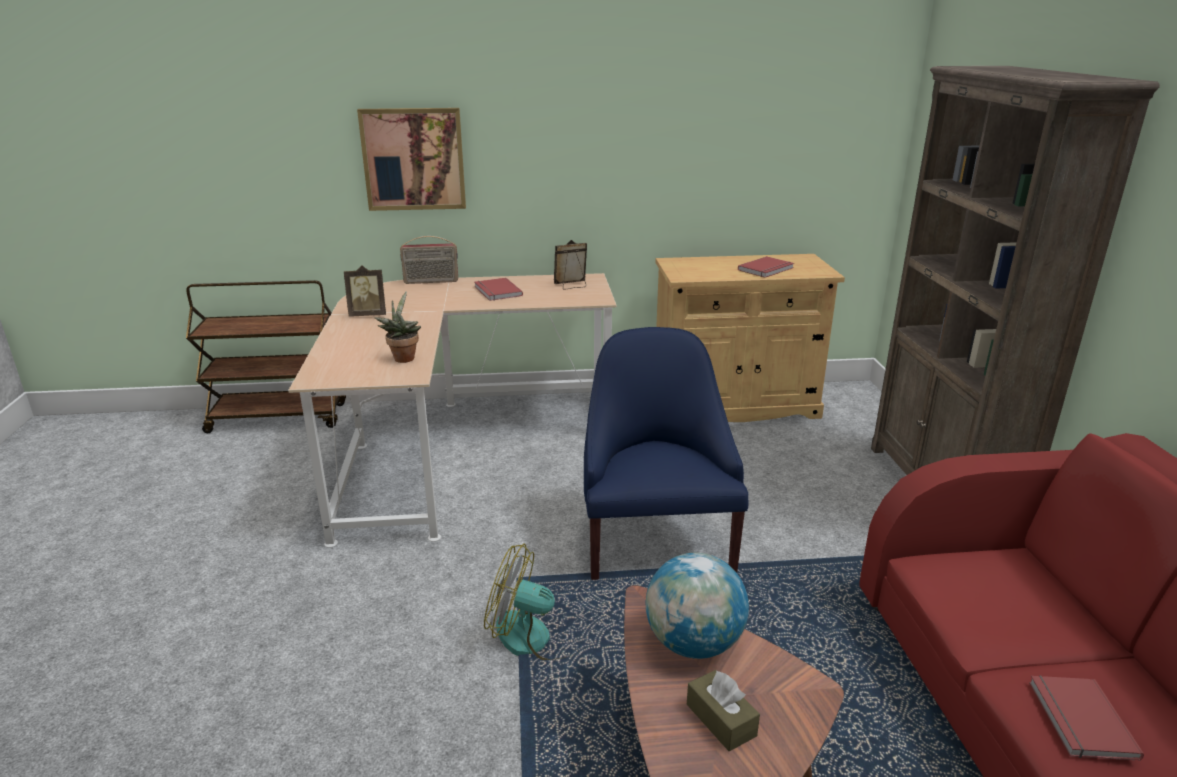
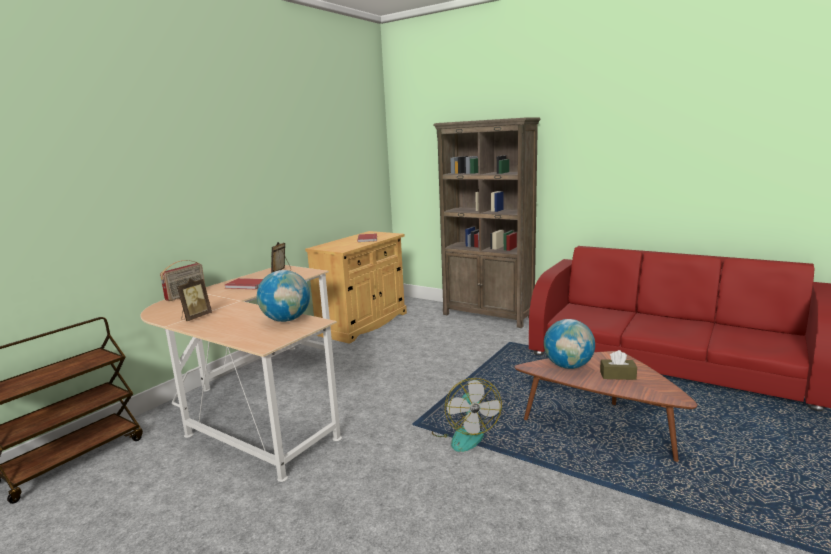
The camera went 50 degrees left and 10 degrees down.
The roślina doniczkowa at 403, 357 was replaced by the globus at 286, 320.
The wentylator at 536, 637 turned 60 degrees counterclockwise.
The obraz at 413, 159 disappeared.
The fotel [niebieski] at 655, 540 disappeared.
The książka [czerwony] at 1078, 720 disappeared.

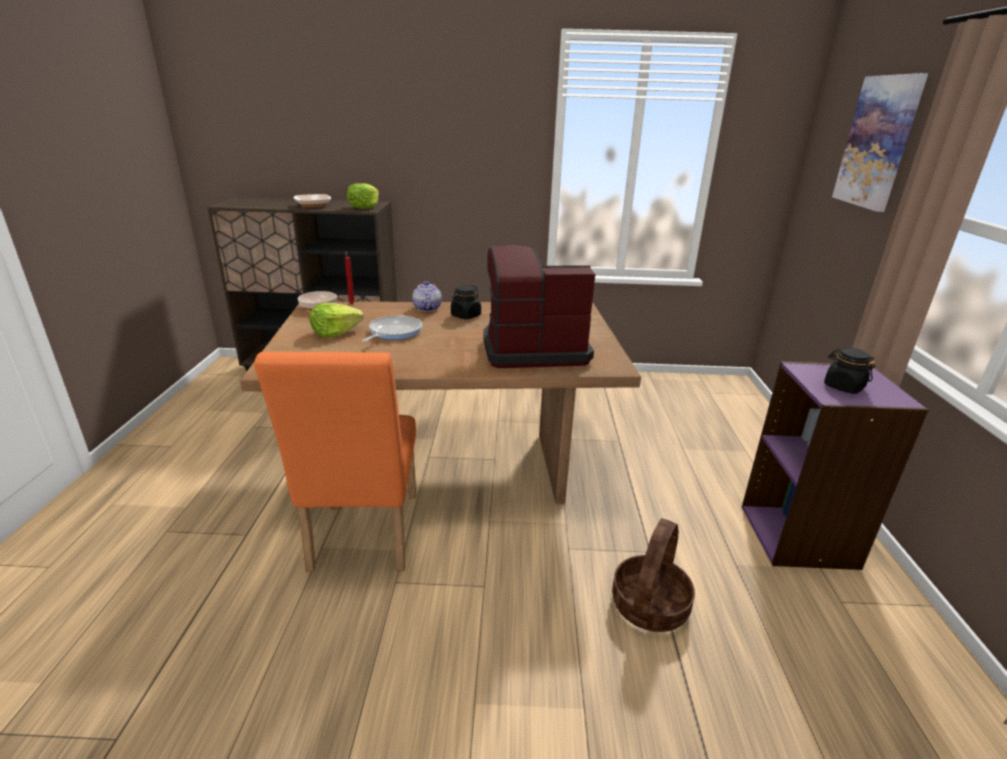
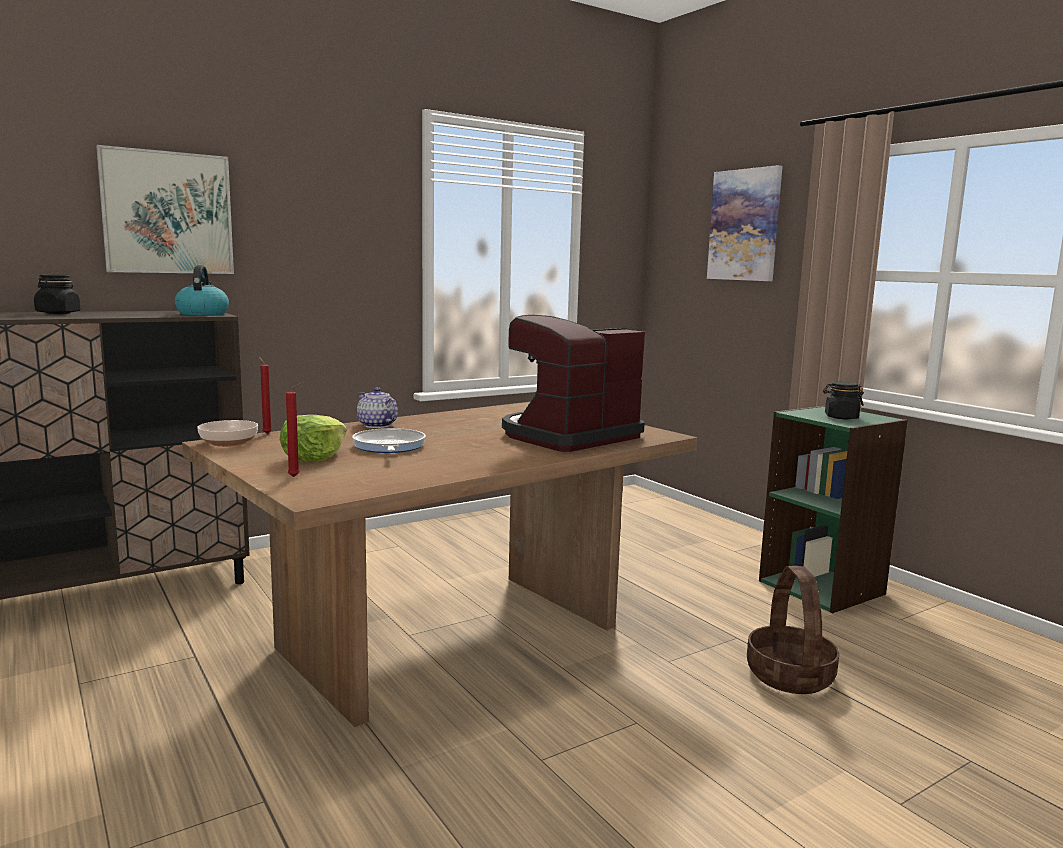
The camera went 35 degrees left and 15 degrees down.
The słoik [czarny] moved from 465, 316 to 58, 313.
The obraz at 168, 213 appeared.
The sałata at 364, 207 was replaced by the czajnik at 202, 314.
The świeca [czerwony] at 296, 477 appeared.
The regał [fioletowy] at 799, 536 became the regał [zielony] at 822, 587.
The krzesło [pomarańczowy] at 362, 538 disappeared.
The miska at 313, 206 disappeared.

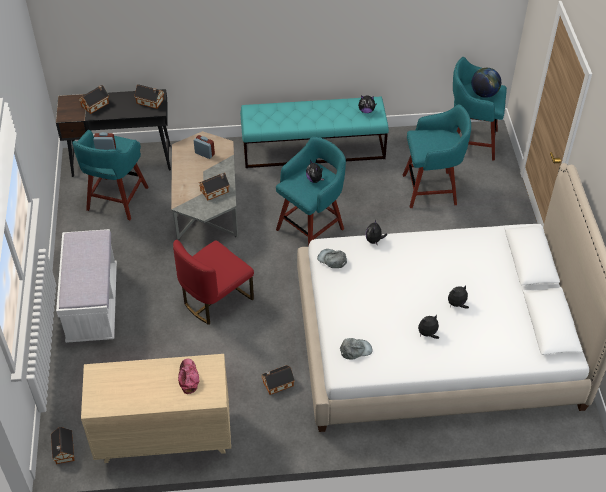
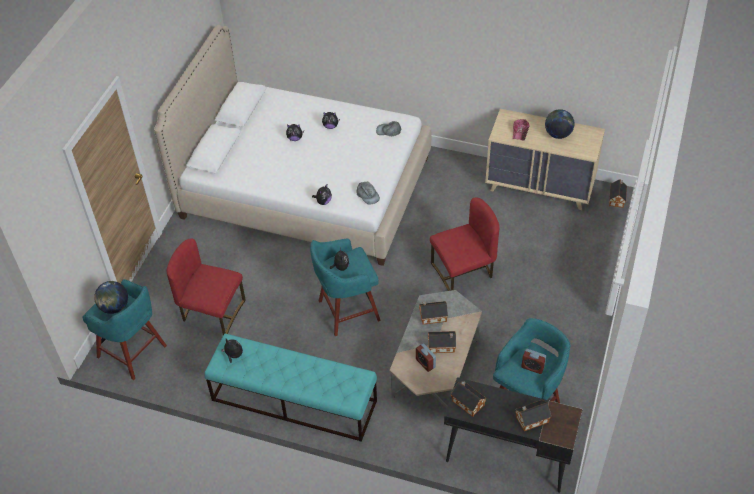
The camera went 155 degrees left and 0 degrees up.
The stołek [turkusowy] at 431, 189 was replaced by the krzesło [czerwony] at 212, 313.
The domek moved from 277, 384 to 442, 346.
The globus at 558, 134 appeared.
The ławka [biały] at 92, 305 disappeared.

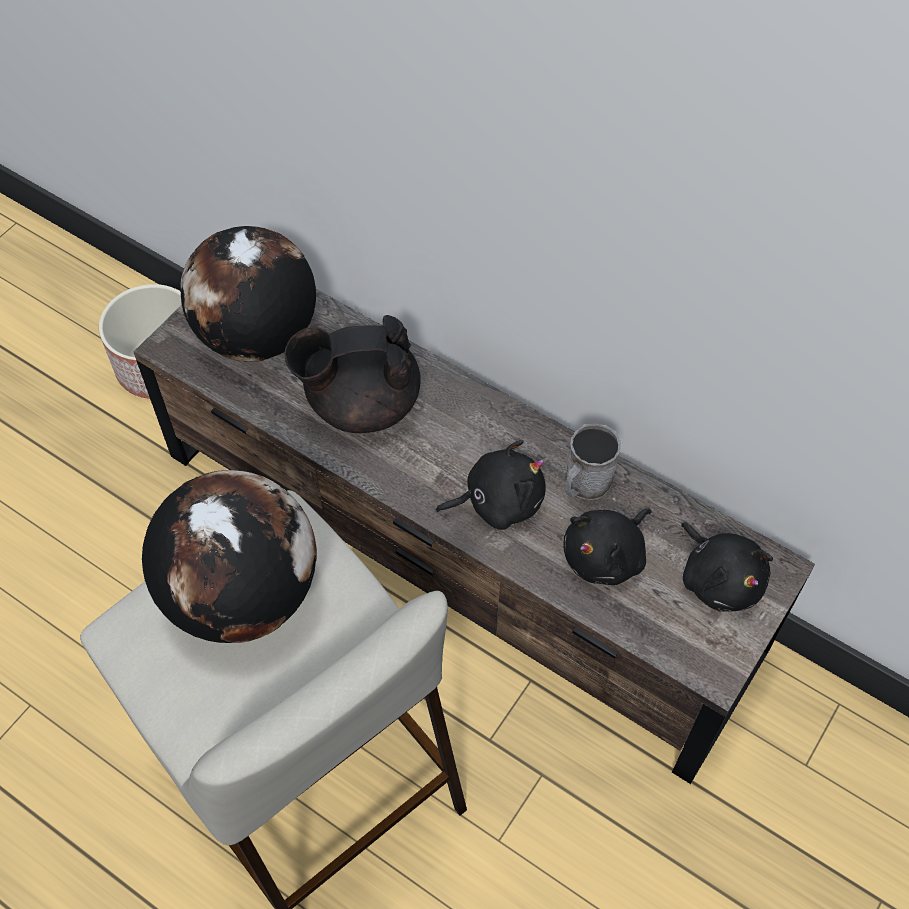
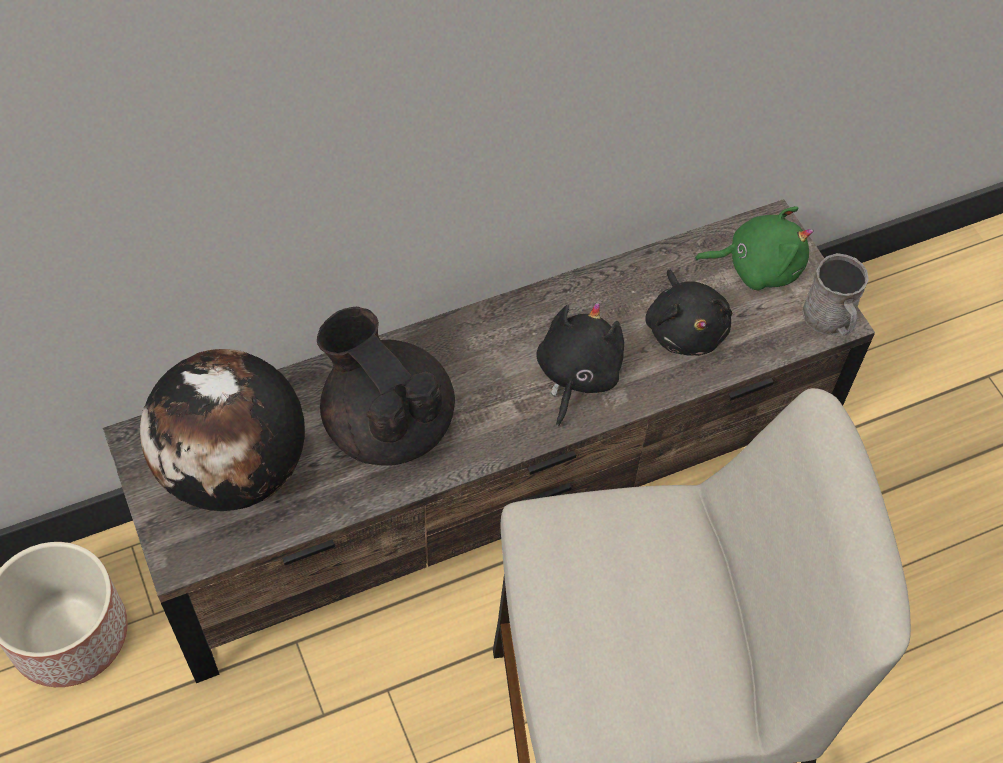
The camera went 60 degrees left and 0 degrees up.
The imbryk [czarny] at 361, 402 turned 120 degrees clockwise.
The pluszak [czarny] at 719, 579 became the pluszak [zielony] at 757, 266.
The kubek [szary] moved from 584, 484 to 830, 320.
The globus at 242, 593 disappeared.

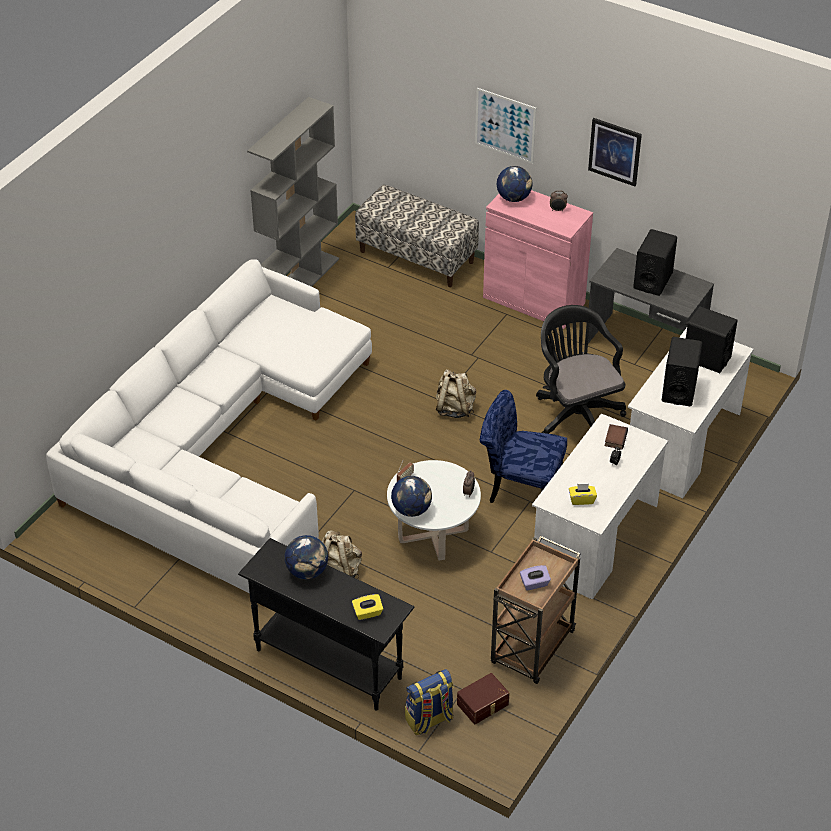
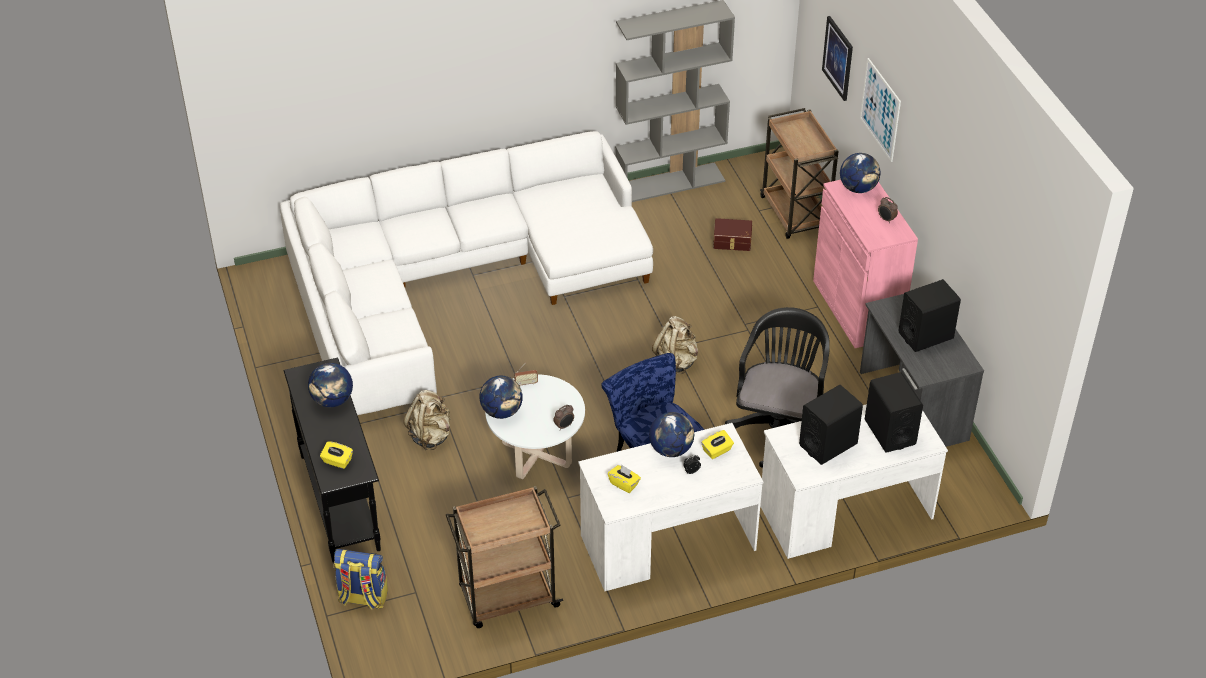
The camera went 40 degrees right and 0 degrees up.
The globus at 671, 449 appeared.
The książka at 615, 438 was replaced by the pudełko chusteczek [żółty] at 717, 451.
The pojemnik do przechowywania [brązowy] moved from 483, 705 to 732, 241.
The ławka at 417, 256 was replaced by the wózek [brązowy] at 795, 214.
The obraz moved from 615, 151 to 838, 58.
The pudełko chusteczek [fioletowy] at 534, 584 disappeared.

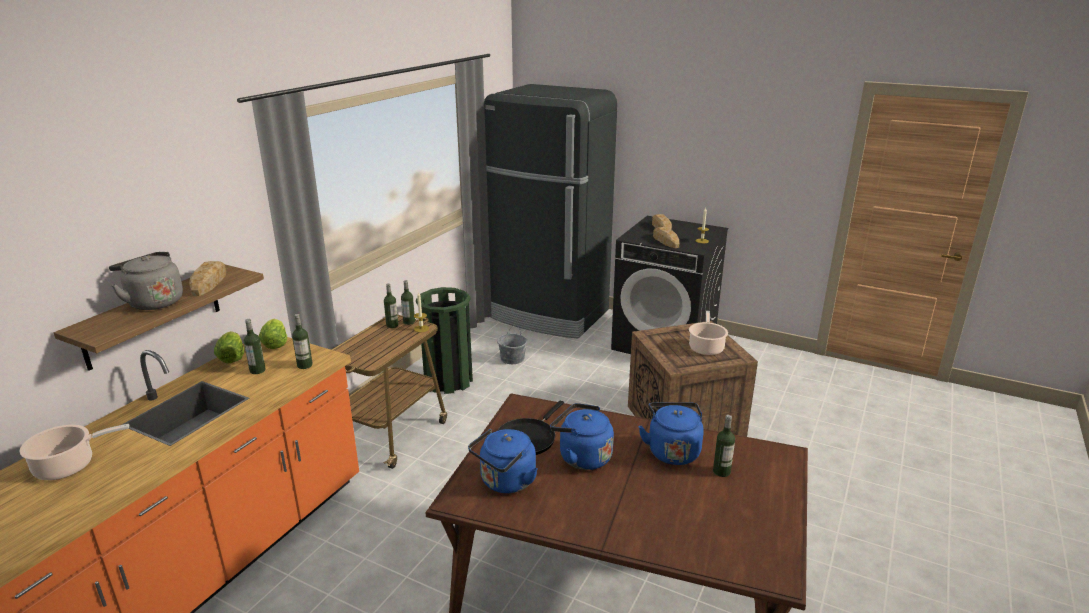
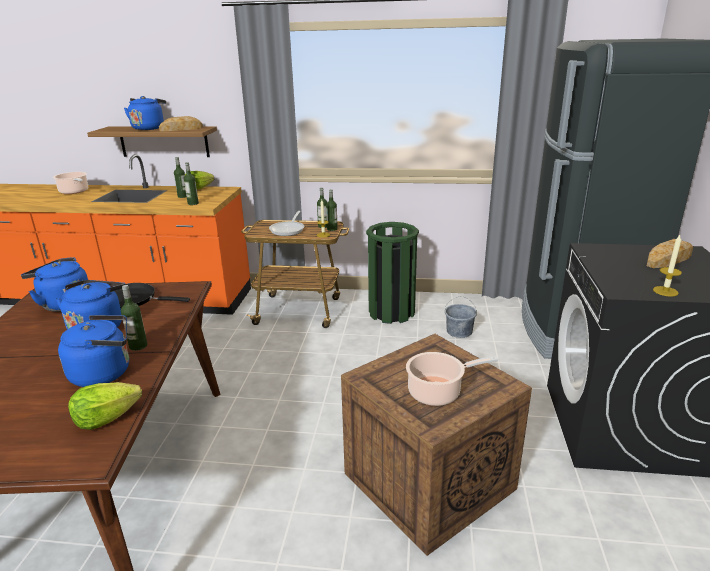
The camera went 70 degrees right and 0 degrees up.
The sałata moved from 275, 344 to 106, 419.
The butelka moved from 721, 471 to 138, 346.
The czajnik [szary] at 154, 302 became the czajnik [niebieski] at 149, 128.
The patelnia at 288, 230 appeared.
The chleb at 665, 241 disappeared.

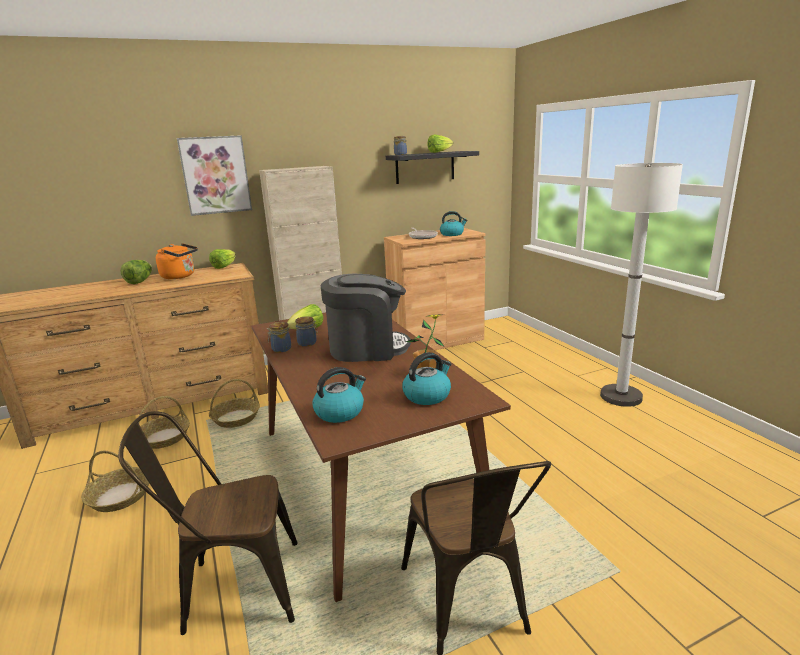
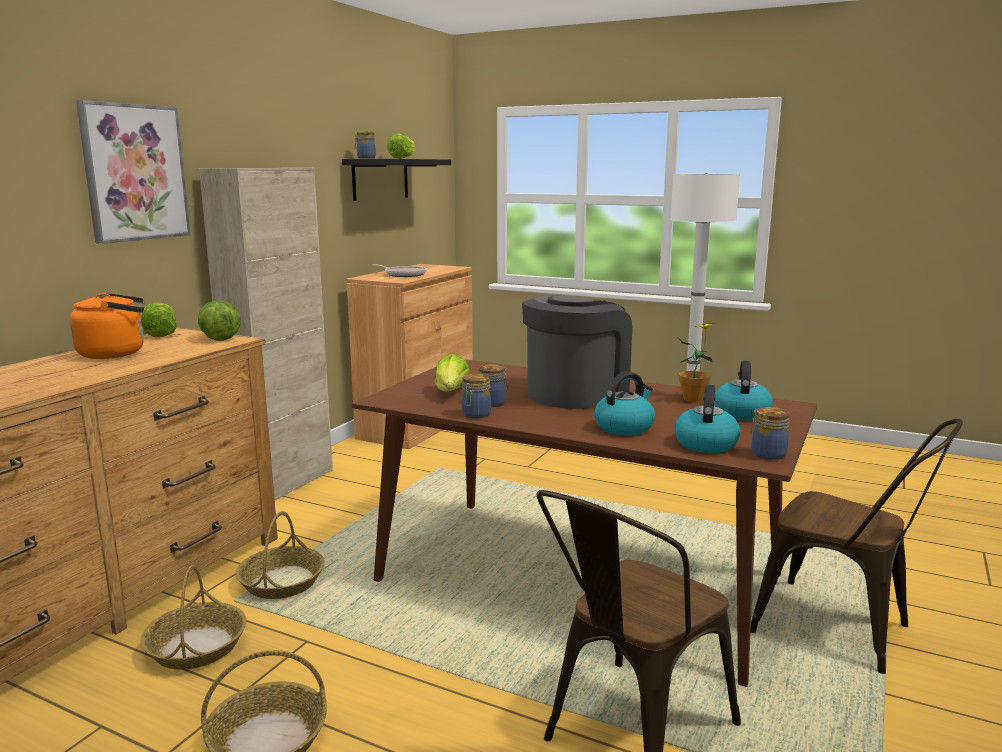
The camera went 40 degrees left and 5 degrees down.
The sałata moved from 140, 281 to 218, 337.
The czajnik moved from 452, 234 to 624, 427.
The słoik at 767, 454 appeared.

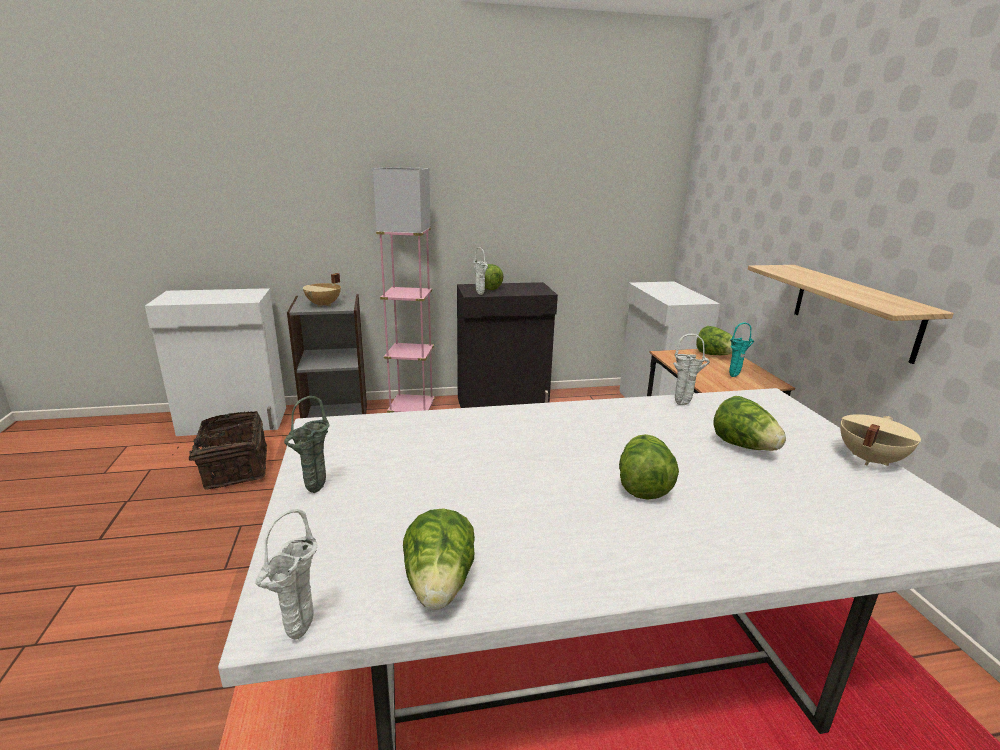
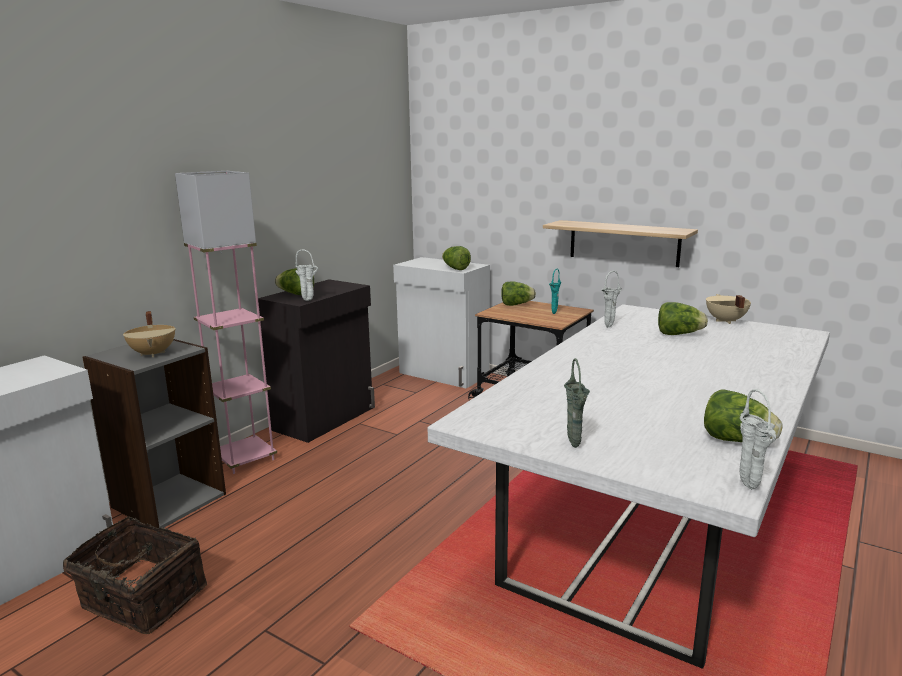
The camera went 45 degrees left and 5 degrees down.
The sałata moved from 642, 485 to 455, 268.

